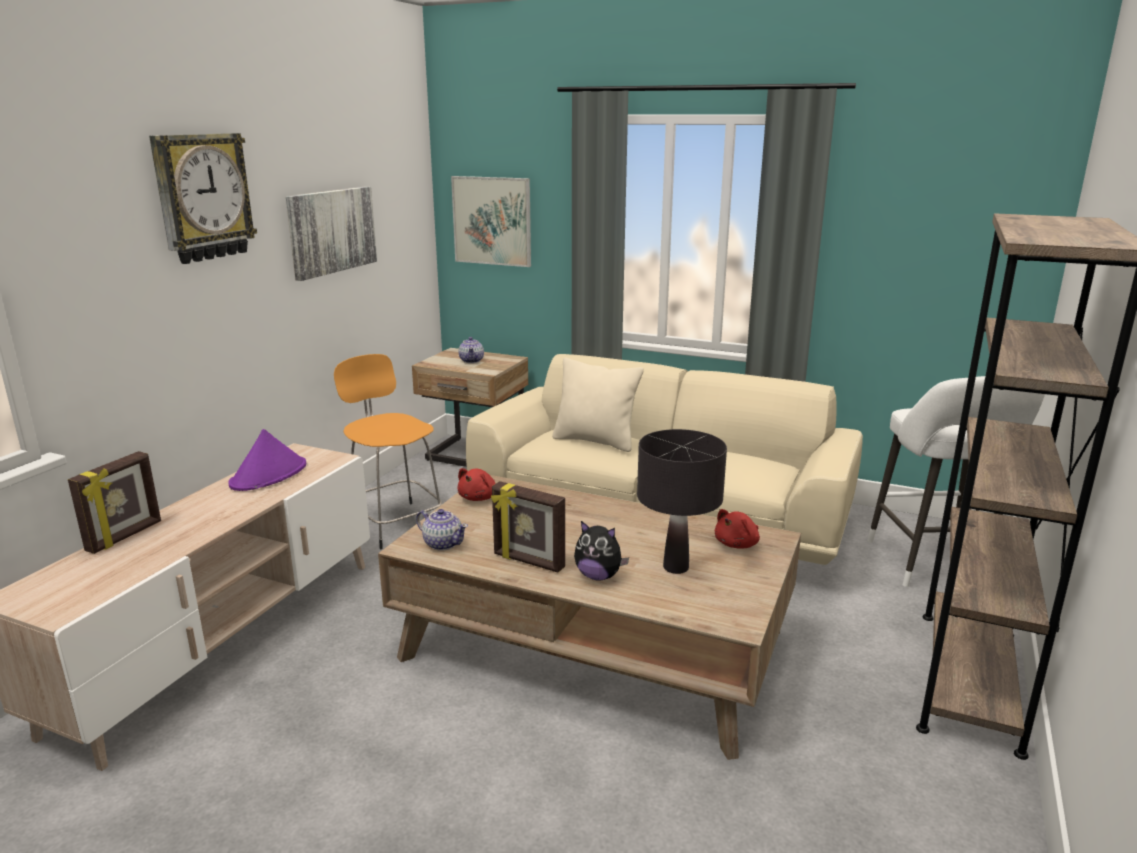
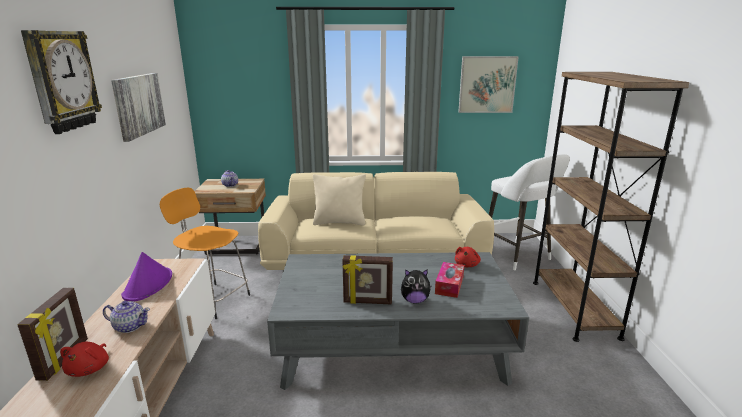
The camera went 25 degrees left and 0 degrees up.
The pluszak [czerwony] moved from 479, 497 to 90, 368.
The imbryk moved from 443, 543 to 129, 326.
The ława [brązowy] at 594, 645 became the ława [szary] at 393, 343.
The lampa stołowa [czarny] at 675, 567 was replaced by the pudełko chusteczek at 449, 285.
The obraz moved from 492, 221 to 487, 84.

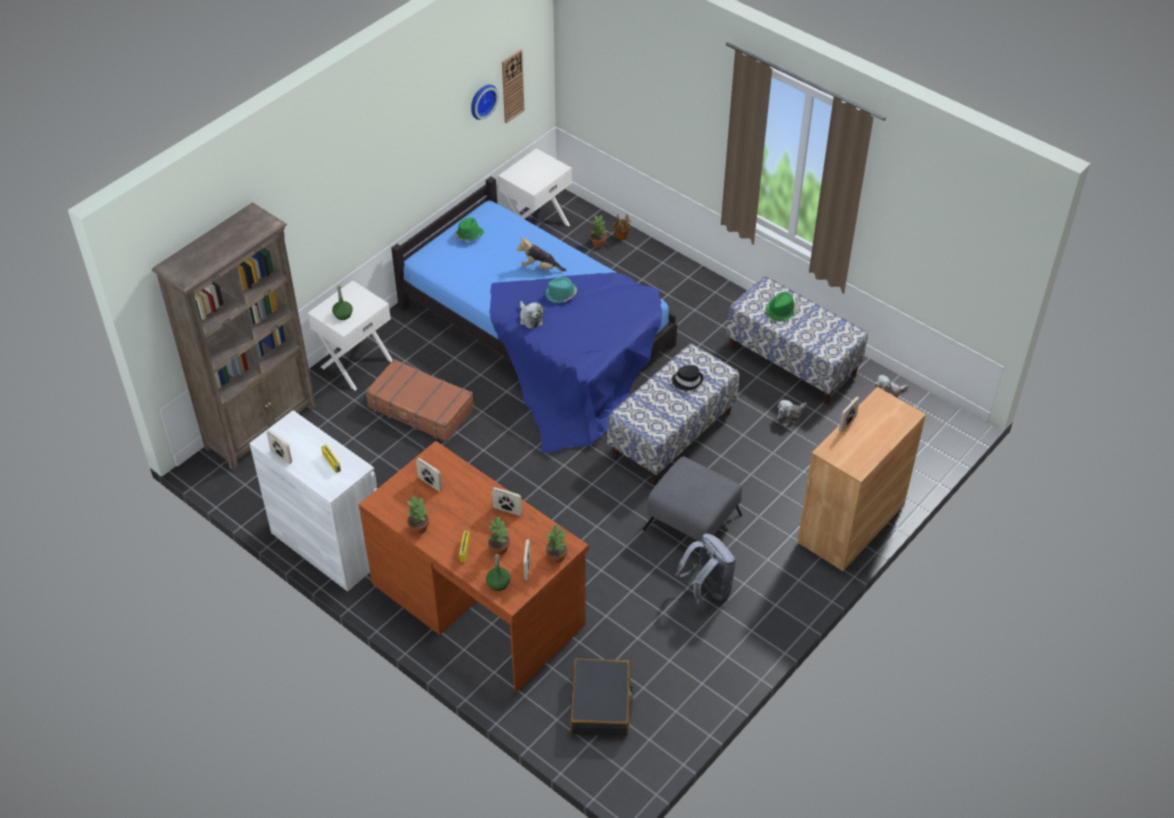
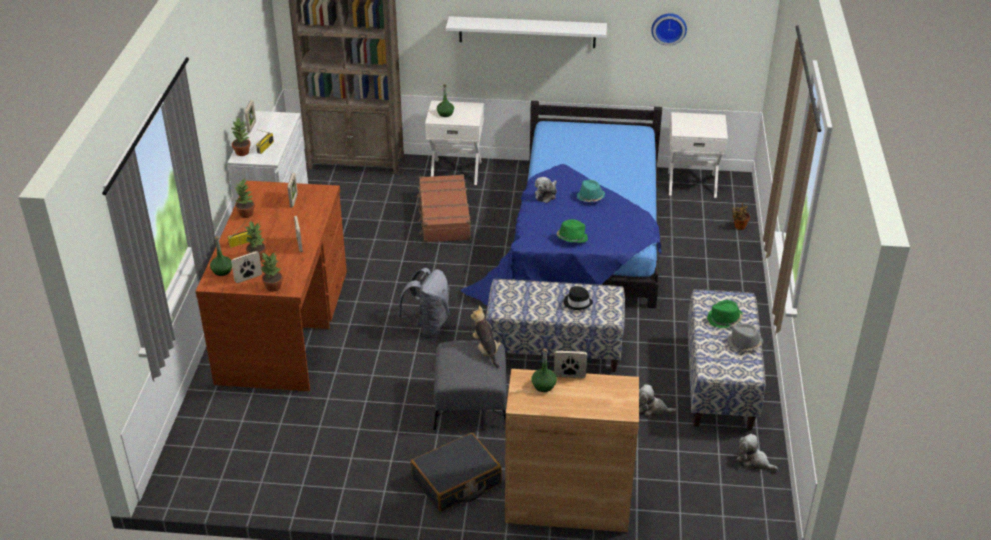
The camera went 55 degrees right and 10 degrees down.
The roślina doniczkowa moved from 598, 243 to 242, 152.
The plecak [szary] moved from 707, 589 to 428, 324.
The walizka [czarny] moved from 601, 704 to 456, 481.
The półka [biały] at 527, 32 appeared.
The pluszak moved from 540, 267 to 486, 350.
The butelka [zielony] at 543, 385 appeared.
The kapelusz [zielony] moved from 469, 236 to 571, 238.
The kapelusz [szary] at 744, 343 appeared.
The zegar ścienny at 512, 86 disappeared.

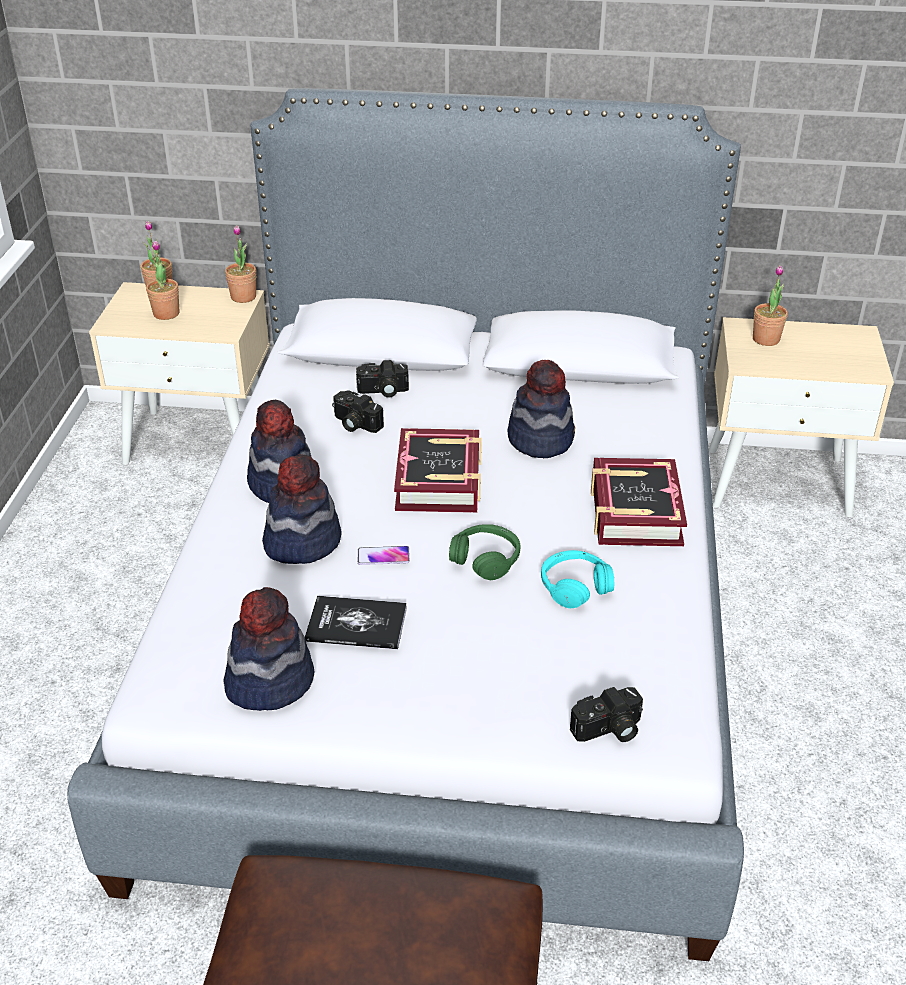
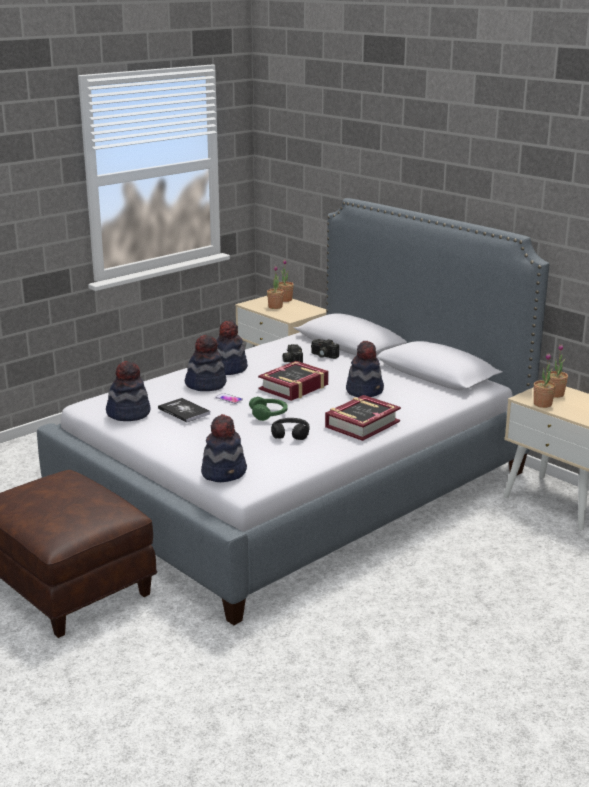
The camera went 40 degrees right and 15 degrees down.
The aparat fotograficzny at 608, 731 was replaced by the kapelusz at 224, 472.
The słuchawki [turkusowy] at 575, 586 became the słuchawki [czarny] at 290, 434.
The roślina doniczkowa moved from 243, 297 to 542, 404.

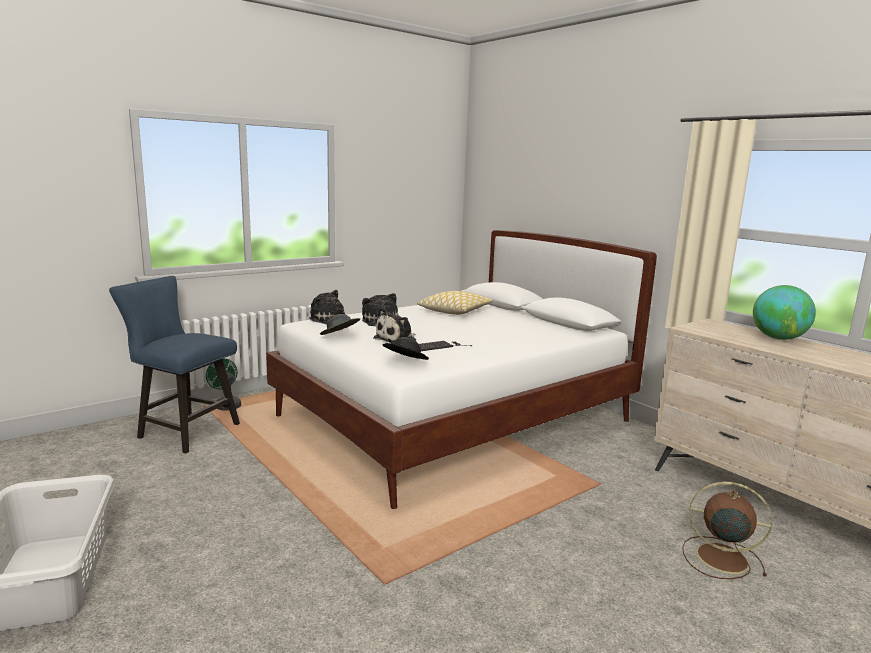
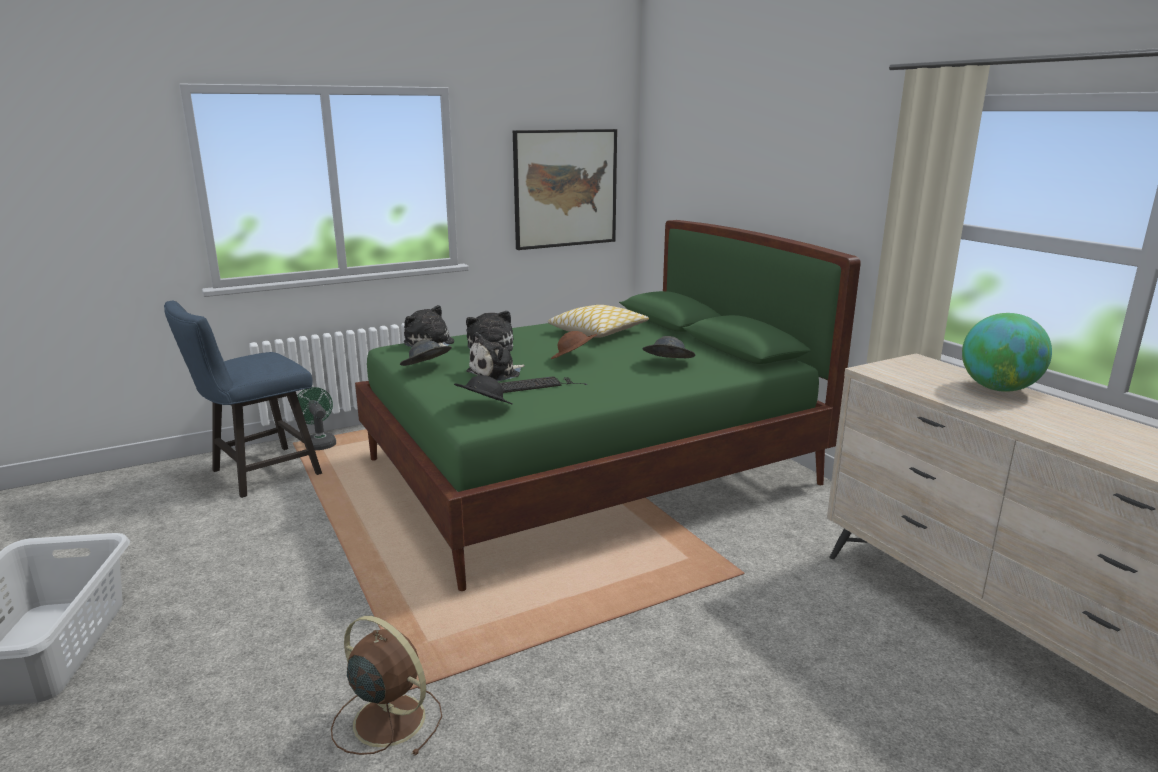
The camera went 10 degrees right and 5 degrees up.
The krzesło [niebieski] at 183, 430 turned 75 degrees counterclockwise.
The wentylator [brązowy] moved from 719, 557 to 387, 719.
The łóżko [biały] at 455, 419 became the łóżko [zielony] at 590, 472.
The obraz at 565, 188 appeared.
The kapelusz [brązowy] at 573, 359 appeared.
The kapelusz [szary] at 667, 364 appeared.

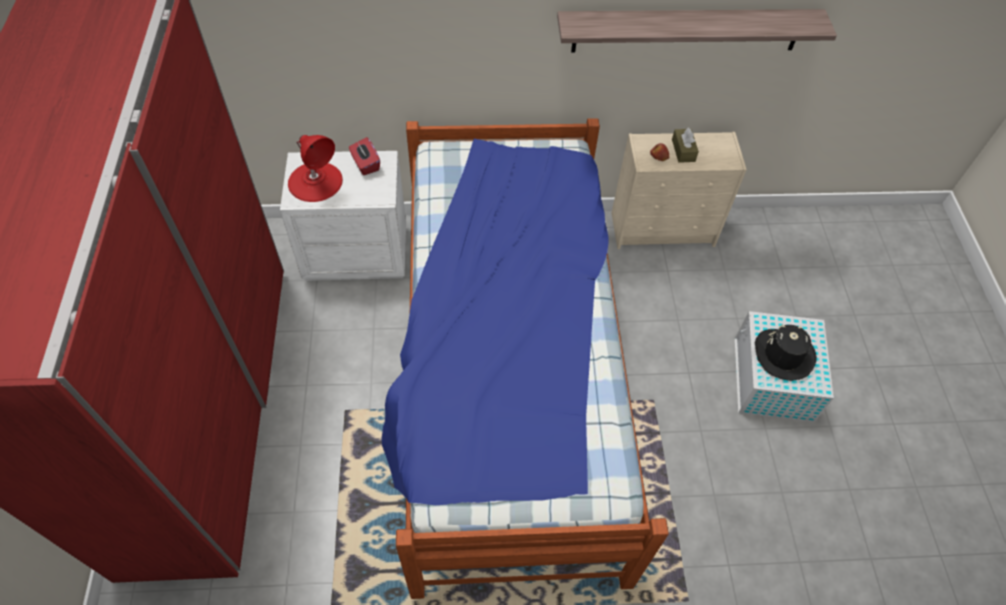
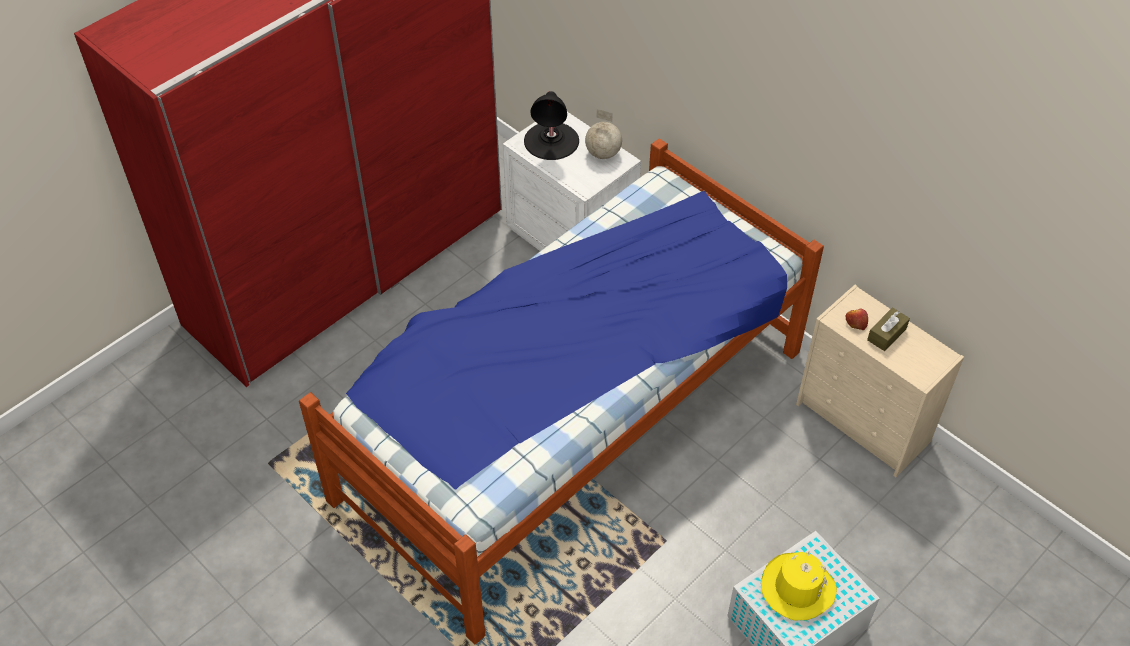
The camera went 50 degrees right and 5 degrees down.
The lampa stołowa [czerwony] at 315, 181 became the lampa stołowa [czarny] at 551, 140.
The pudełko chusteczek [czerwony] at 365, 164 was replaced by the globus at 603, 154.
The kapelusz [czarny] at 783, 355 became the kapelusz [żółty] at 797, 588.
The półka at 687, 30 disappeared.

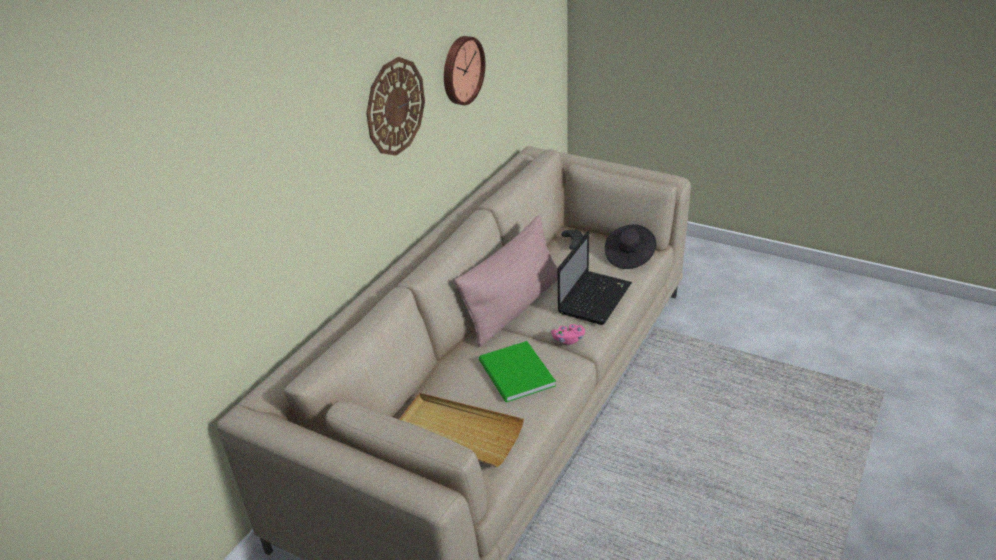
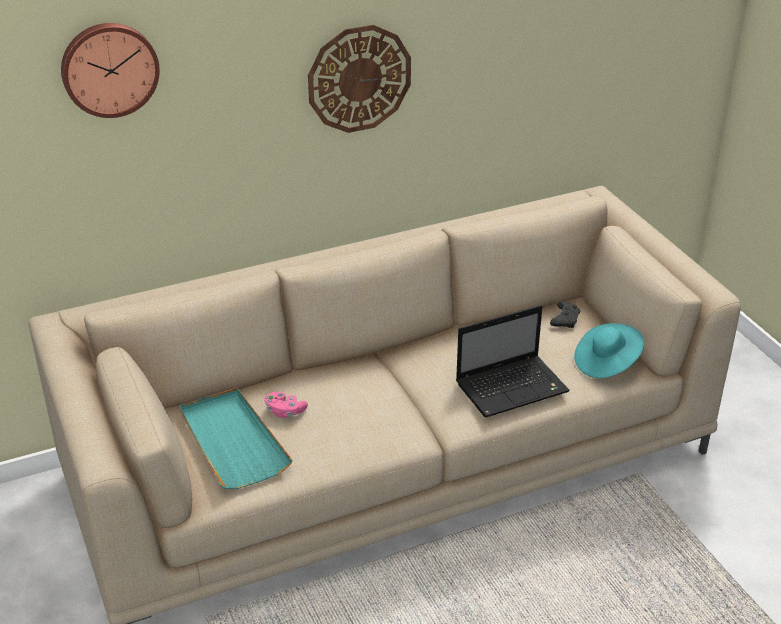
The camera went 35 degrees right and 0 degrees up.
The zegar ścienny moved from 461, 70 to 109, 68.
The taca [beżowy] at 457, 433 became the taca [turkusowy] at 232, 441.
The pad do gier [różowy] moved from 568, 339 to 285, 411.
The kapelusz [czarny] at 629, 256 became the kapelusz [turkusowy] at 606, 363.
The poduszka [różowy] at 513, 307 disappeared.
The książka [zielony] at 515, 375 disappeared.

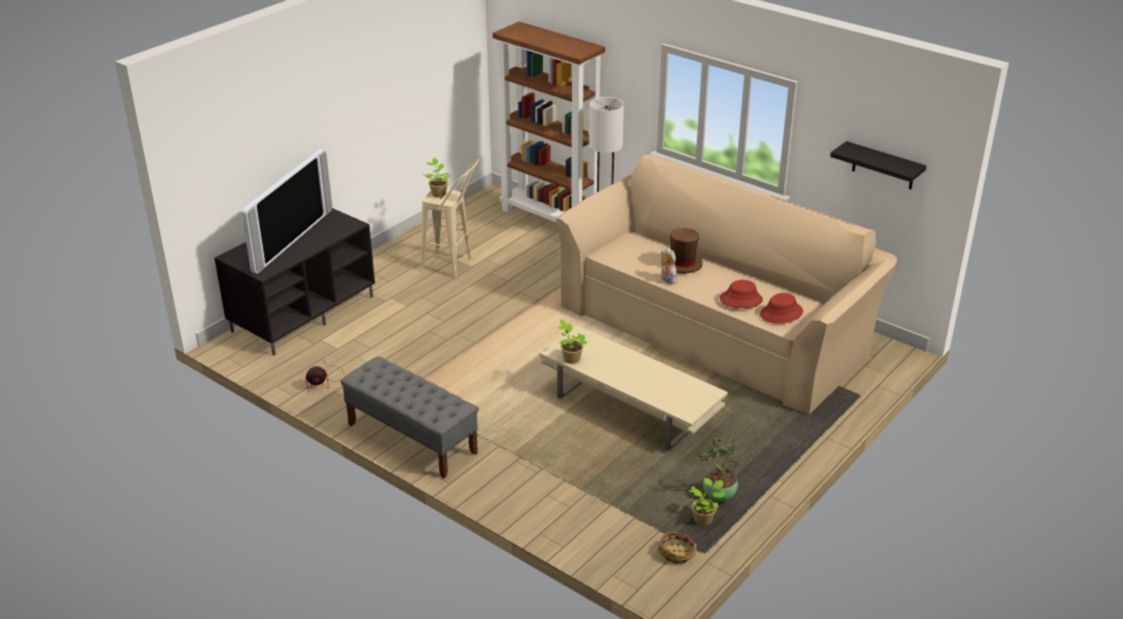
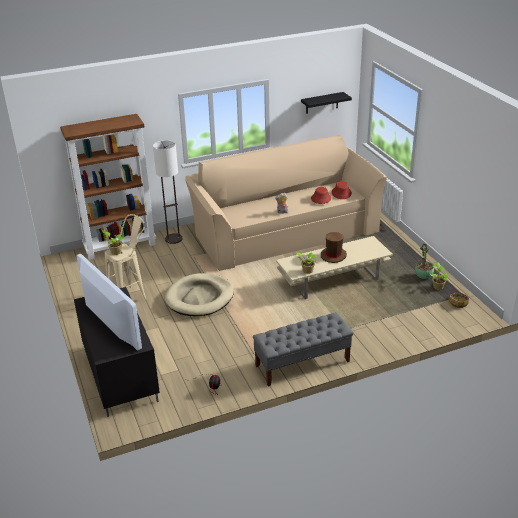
The camera went 60 degrees left and 0 degrees up.
The legowisko [beżowy] at 200, 297 appeared.
The kapelusz [brązowy] moved from 682, 264 to 333, 255.

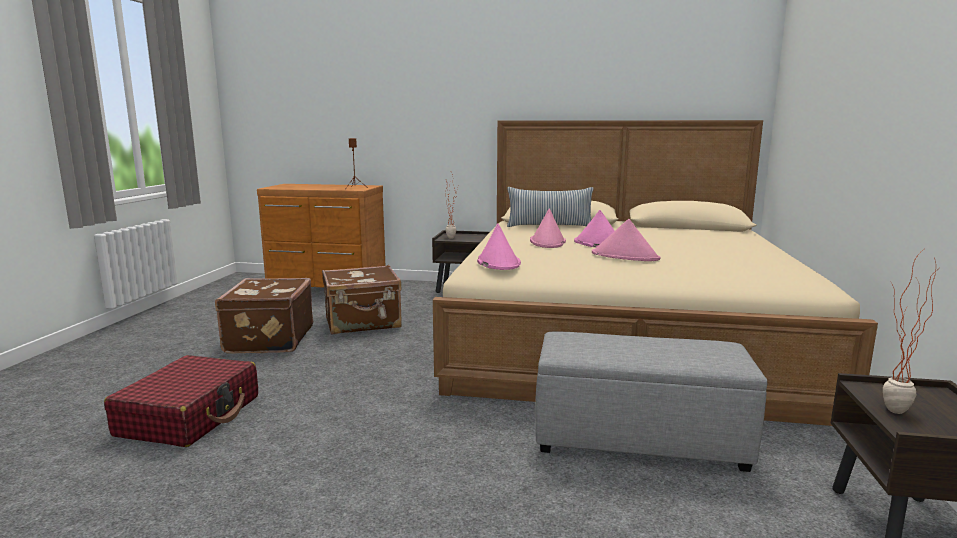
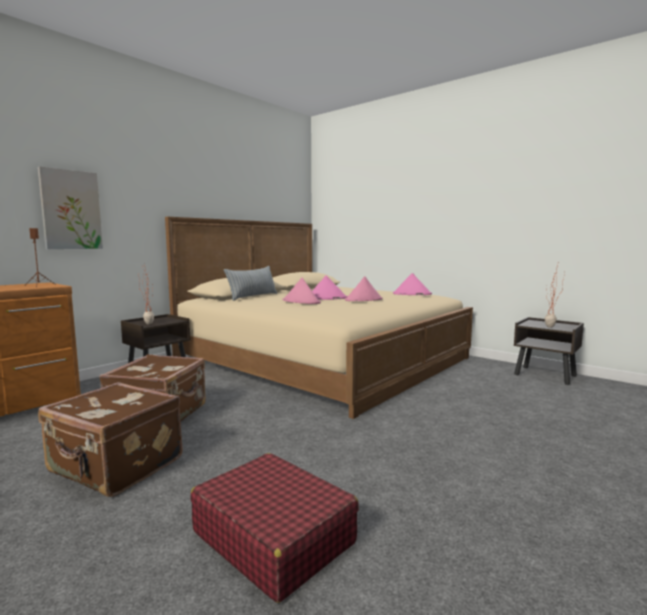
The camera went 60 degrees left and 5 degrees down.
The obraz at 71, 210 appeared.
The kapelusz [różowy] moved from 498, 262 to 412, 294.
The pufa [szary] at 640, 440 disappeared.

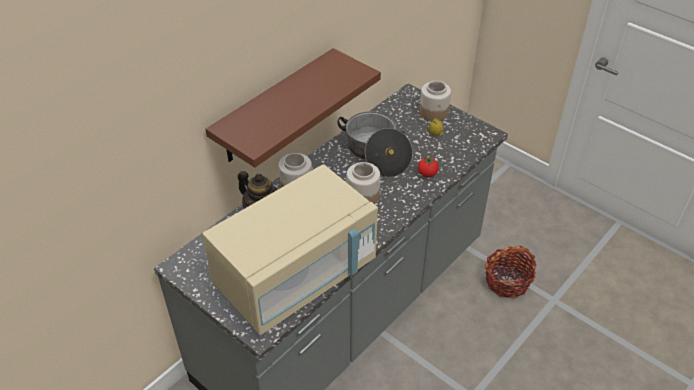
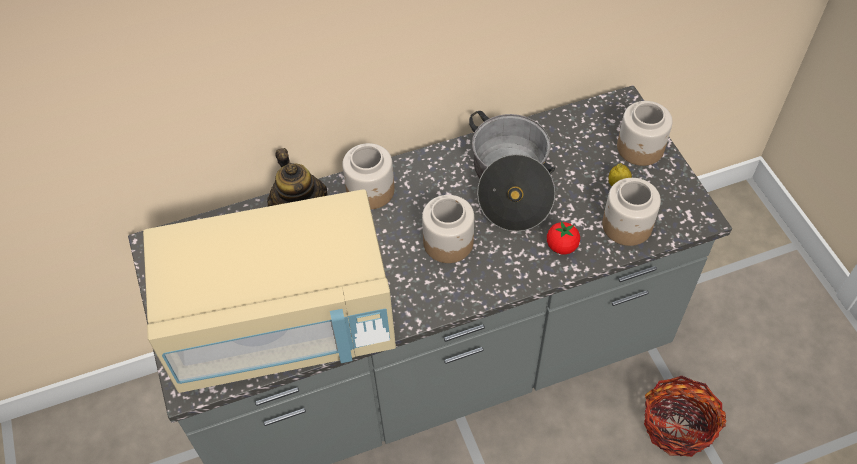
The camera went 30 degrees right and 10 degrees up.
The słoik at 626, 225 appeared.
The półka [brązowy] at 275, 107 disappeared.

